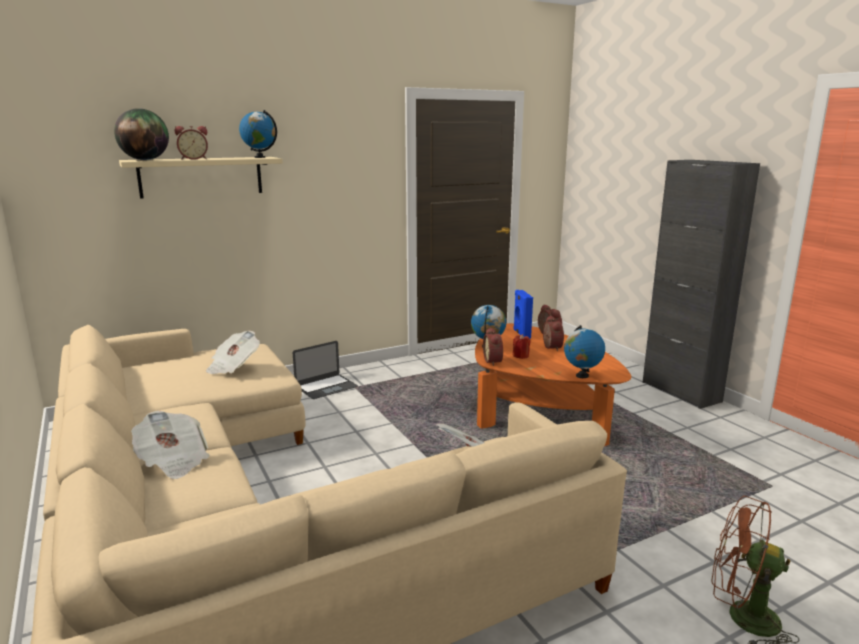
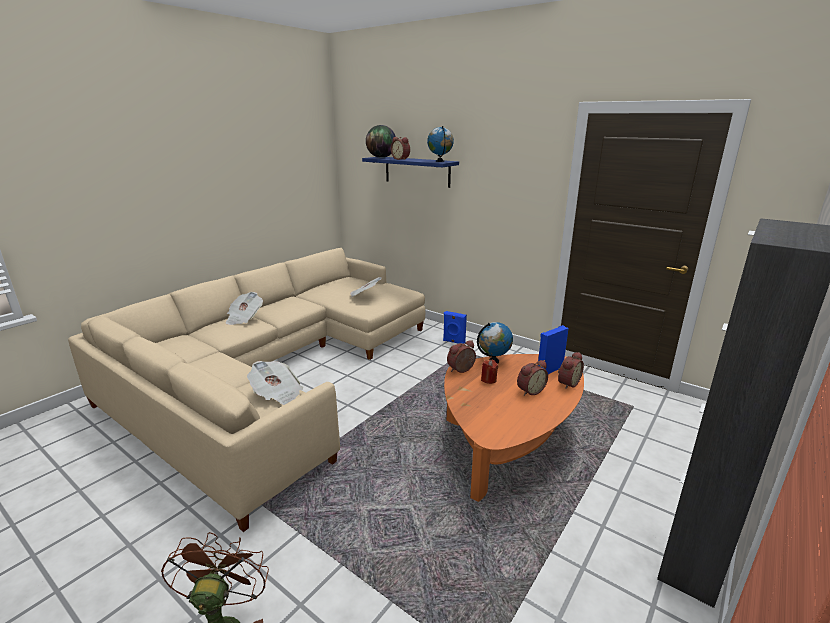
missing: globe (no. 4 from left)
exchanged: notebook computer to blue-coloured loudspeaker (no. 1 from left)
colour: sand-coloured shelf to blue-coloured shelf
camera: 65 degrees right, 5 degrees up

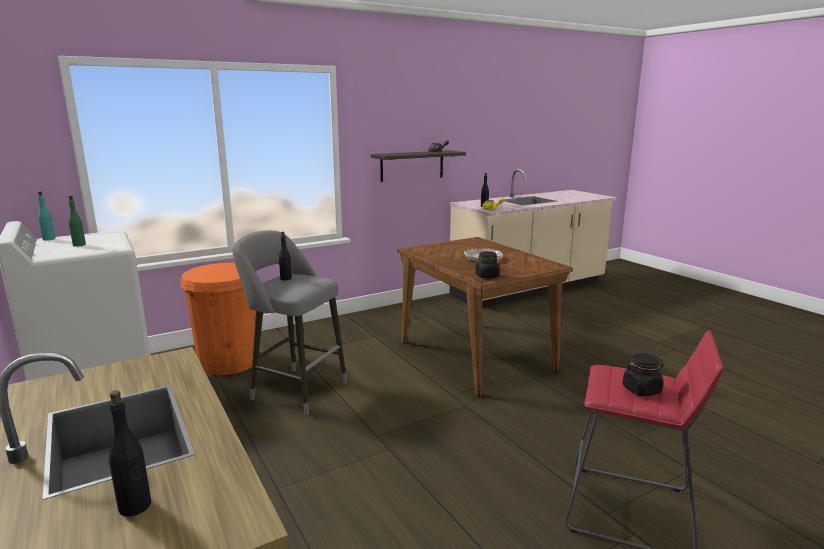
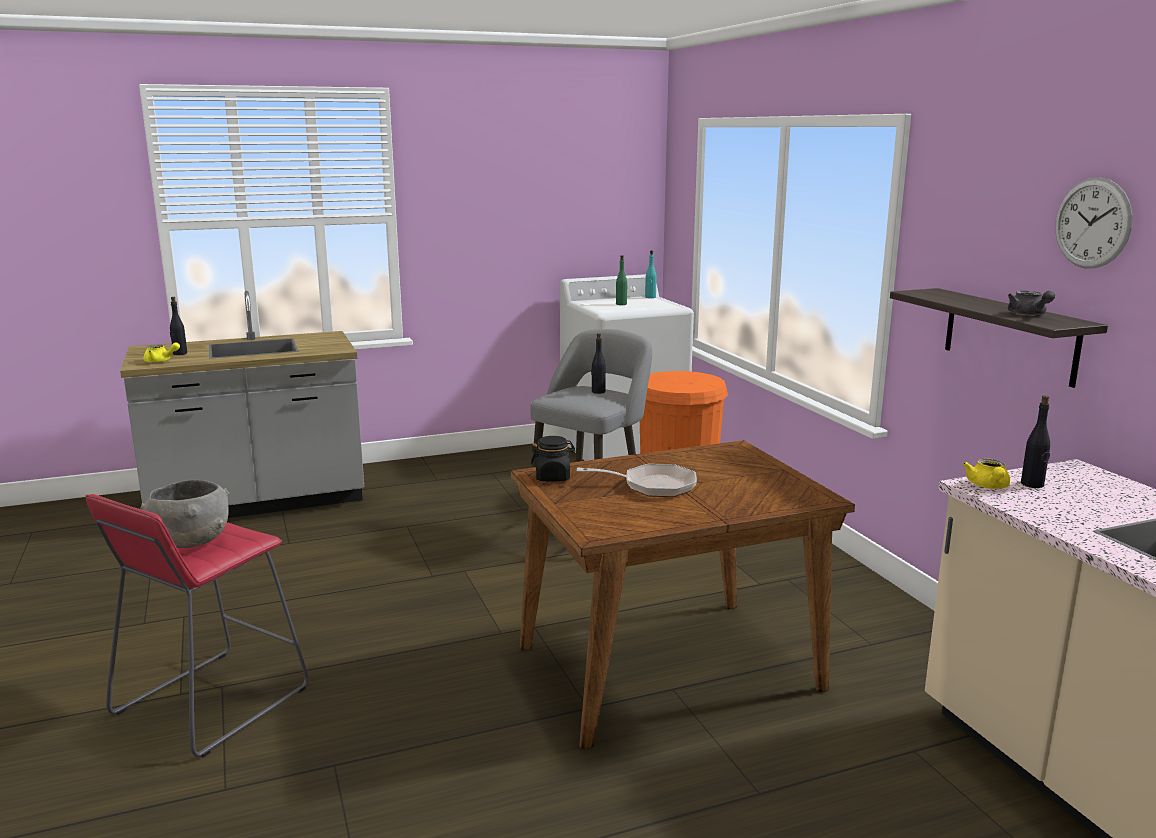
appeared: yellow teapot (no. 1 from left); hanging clock
exchanged: black-coloured preserve jar (no. 2 from left) to grey deep dish
camera: 100 degrees right, 0 degrees up

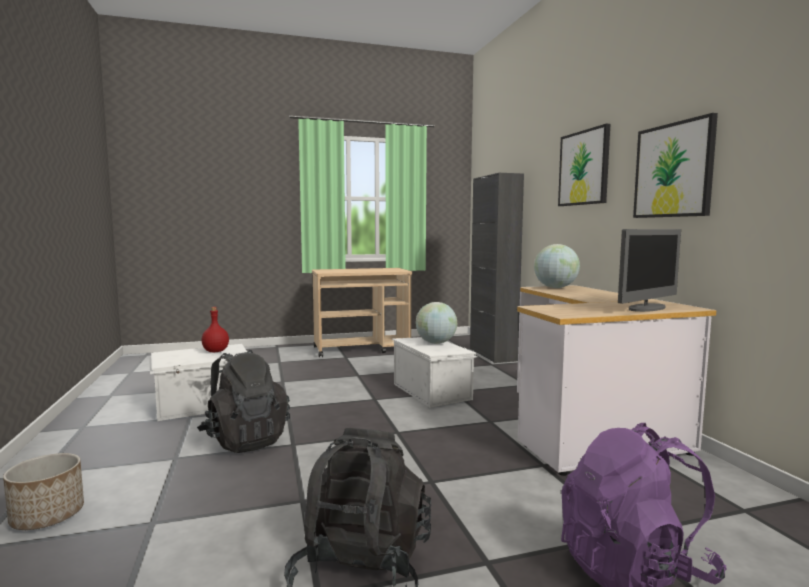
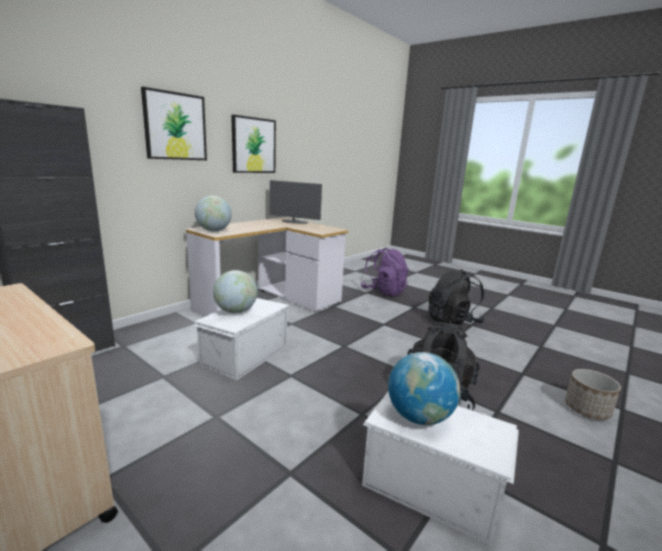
exchanged: red-coloured beverage bottle to globe (no. 3 from left)
camera: 125 degrees left, 10 degrees up

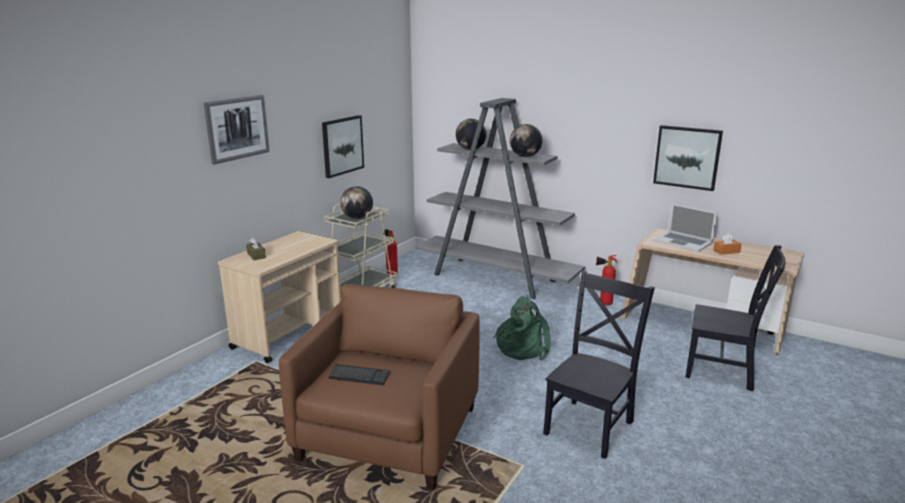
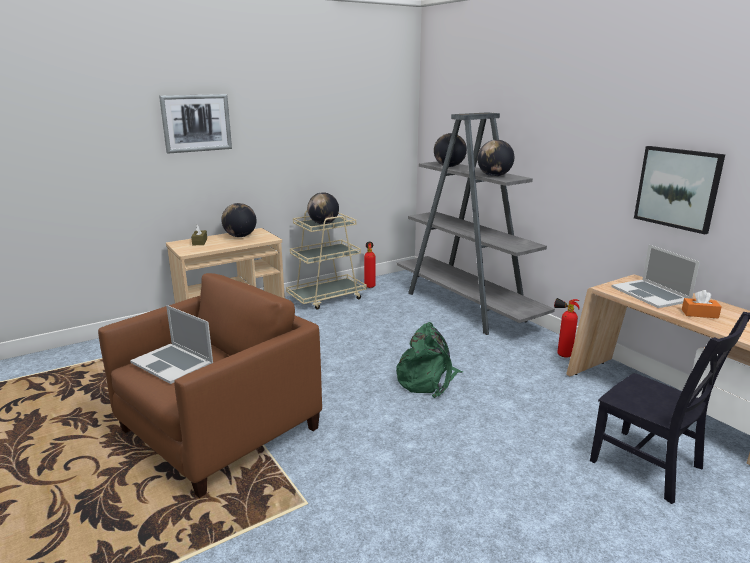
missing: wall art (no. 2 from left); black-coloured plain chair (no. 1 from left)
appeared: globe (no. 1 from left)
exchanged: keyboard to notebook computer (no. 1 from left)
camera: 25 degrees right, 0 degrees up

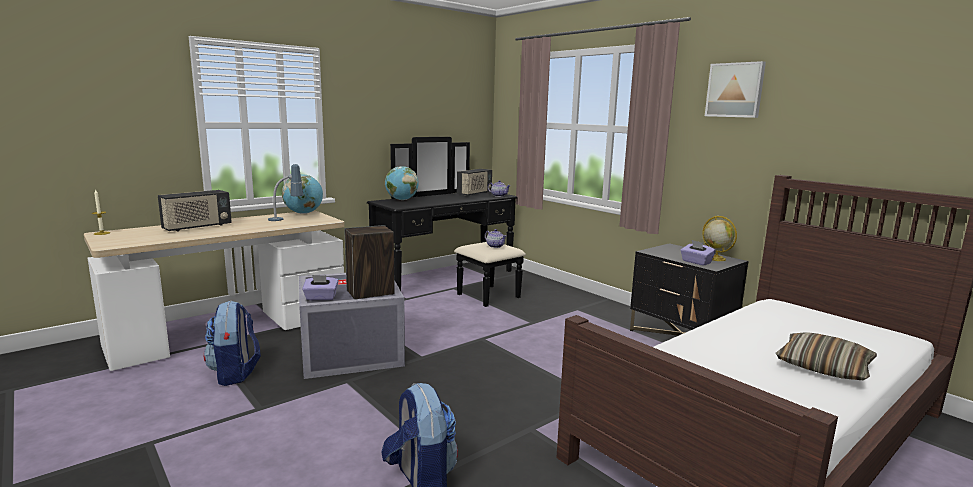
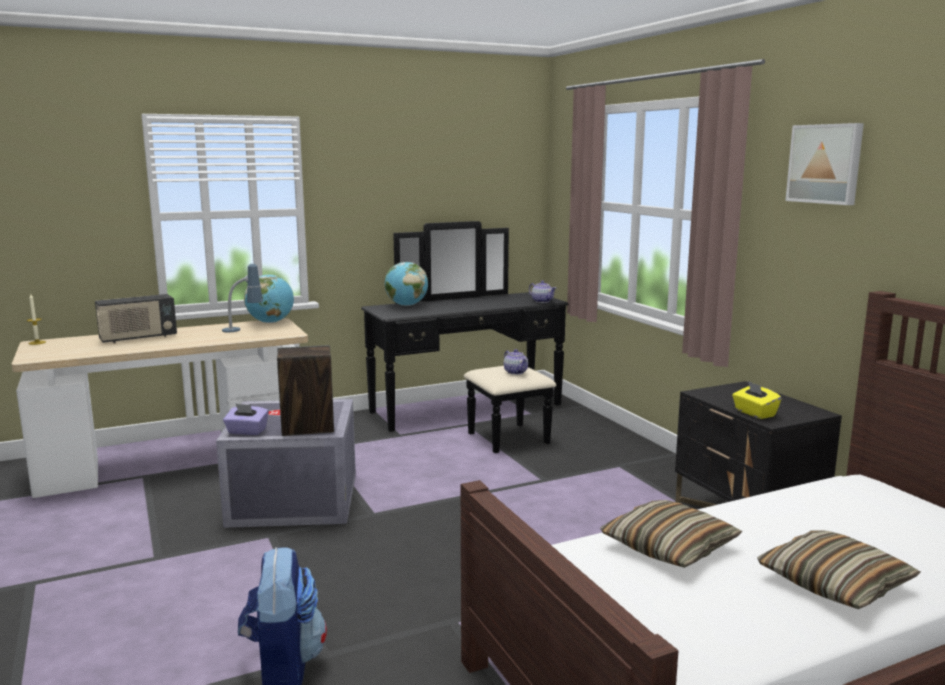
missing: knapsack (no. 1 from left); radio set (no. 2 from left); globe (no. 3 from left)
appeared: pillow (no. 1 from left)
colour: purple-coloured tissue box (no. 2 from left) to yellow tissue box
camera: 15 degrees right, 0 degrees up

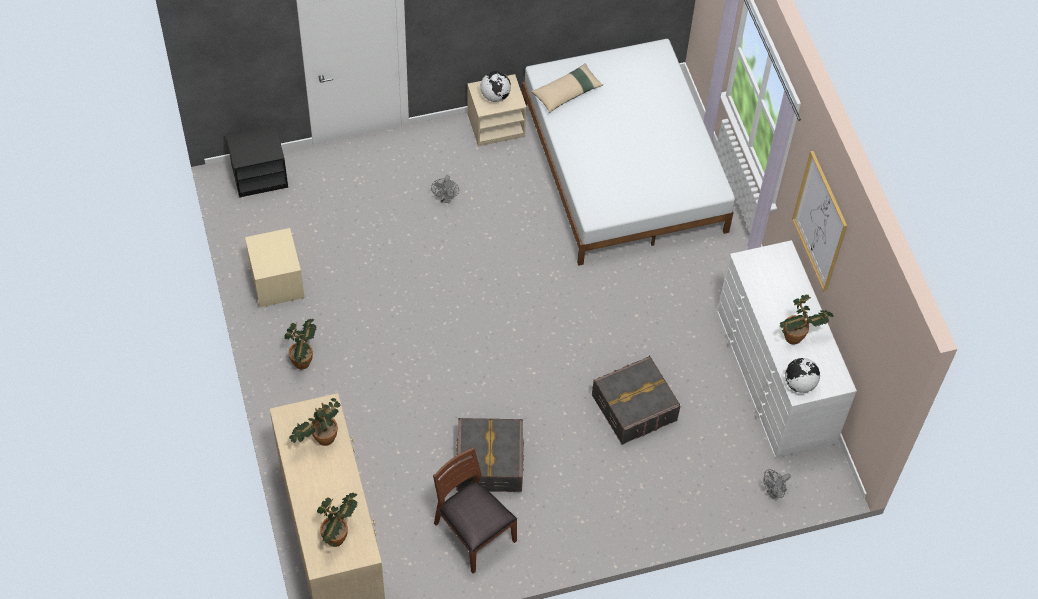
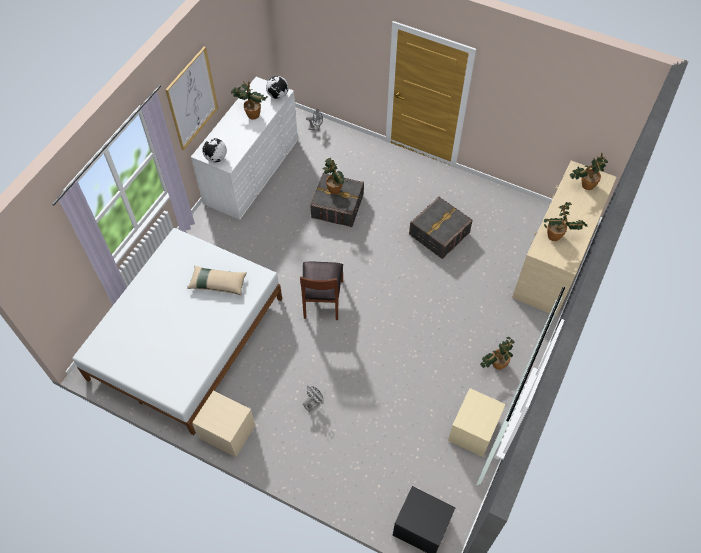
appeared: plant in a pot (no. 2 from left)
relocated: brownish plain chair; globe (no. 1 from left); sand-coloured pillow
camera: 135 degrees left, 0 degrees up

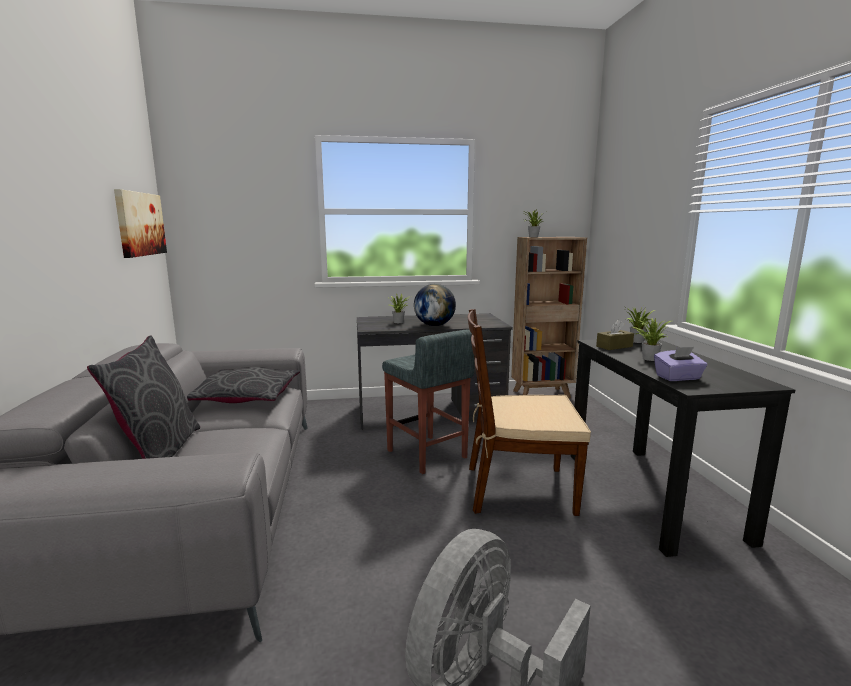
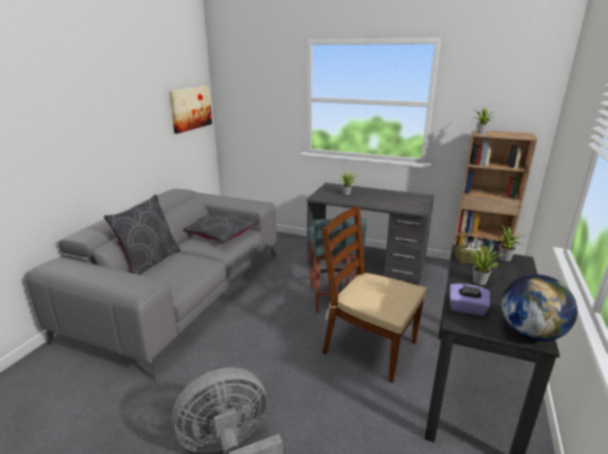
relocated: globe
camera: 30 degrees right, 10 degrees up

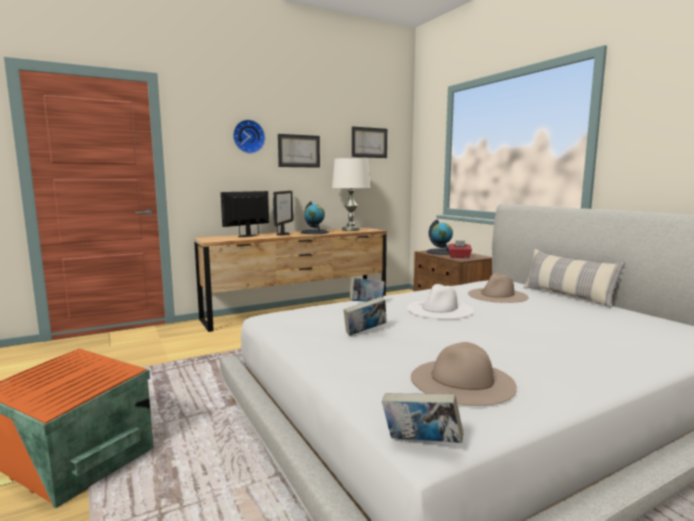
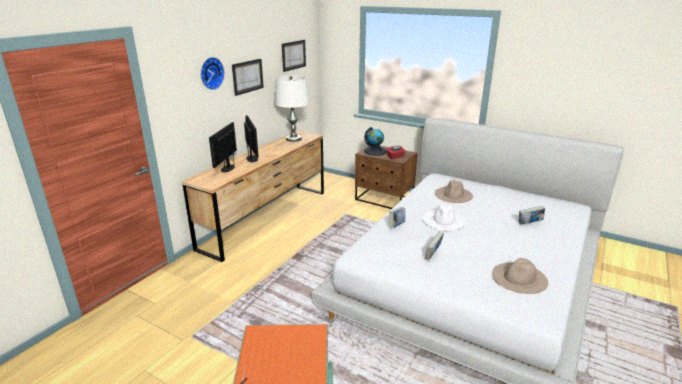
missing: globe (no. 1 from left); pillow
relocated: book (no. 3 from left)
camera: 30 degrees left, 15 degrees up

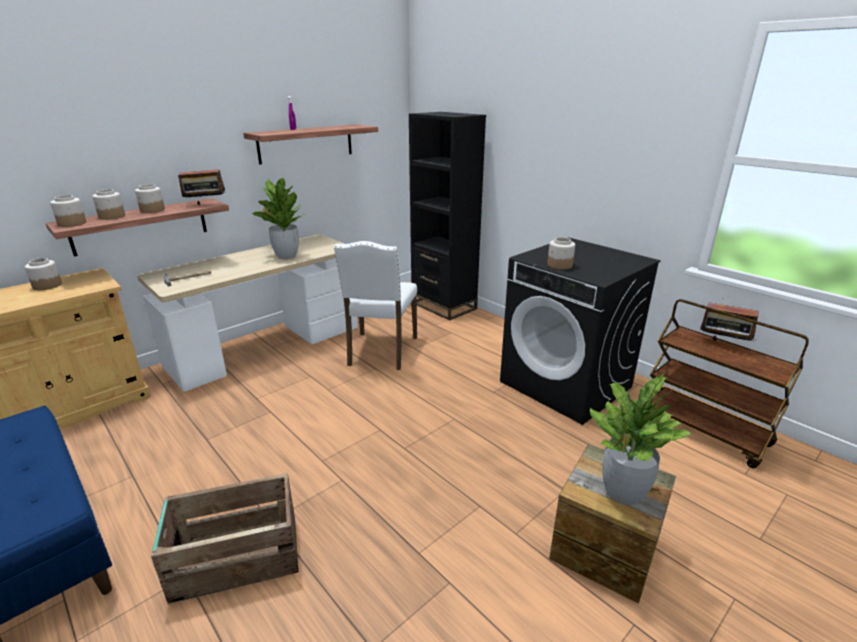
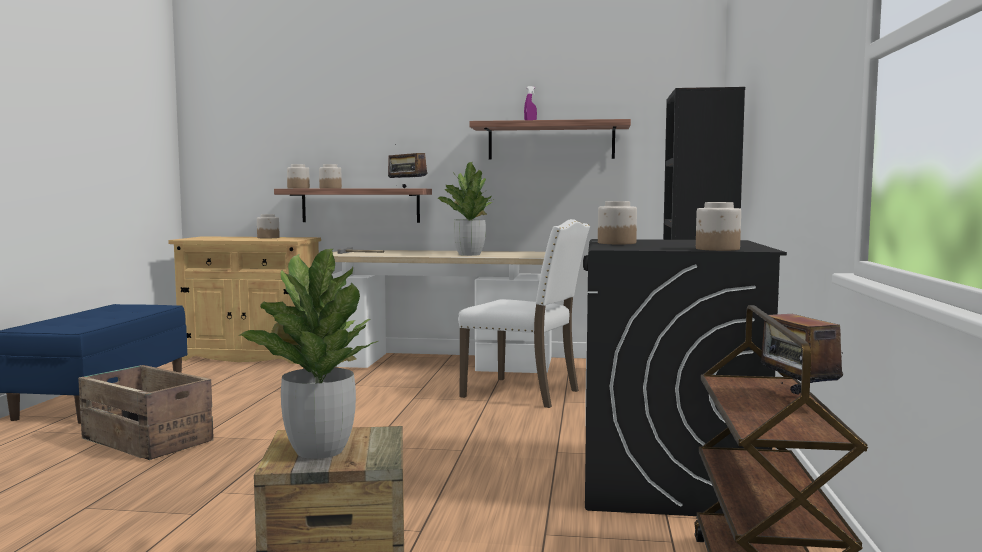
relocated: preserve jar (no. 4 from left in the first image) to preserve jar (no. 5 from left)
spun: white-coloured plain chair 120 degrees counterclockwise
camera: 50 degrees right, 20 degrees down

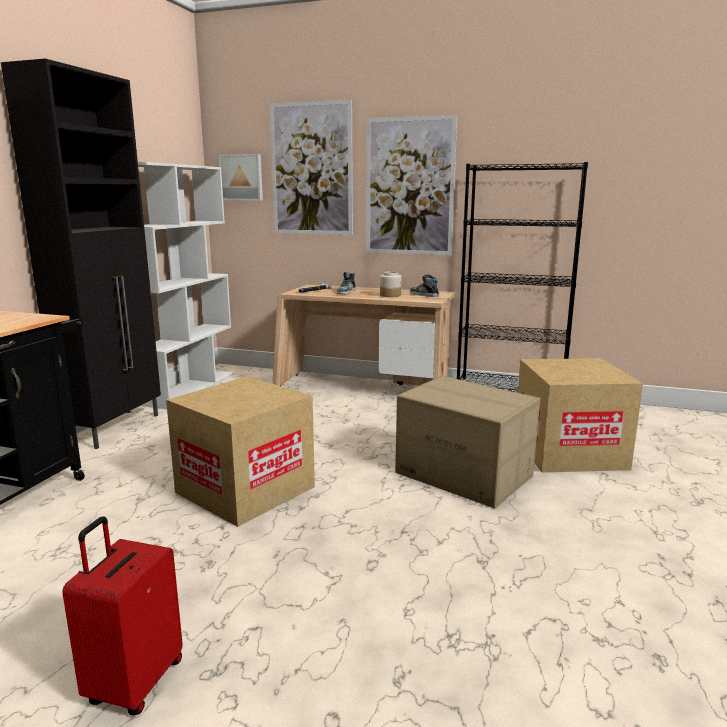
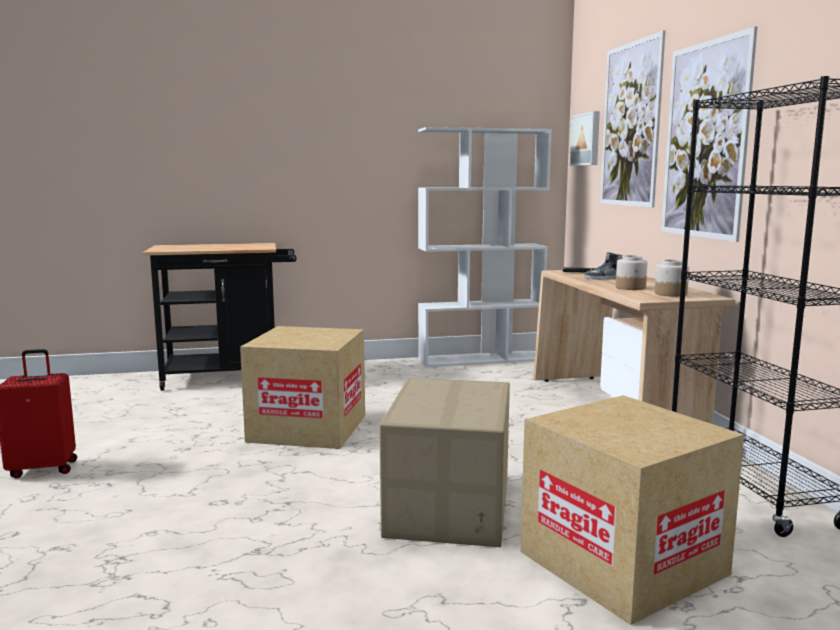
missing: black-coloured cupboard
exchanged: shoe (no. 2 from left) to preserve jar (no. 2 from left)
camera: 60 degrees right, 5 degrees down

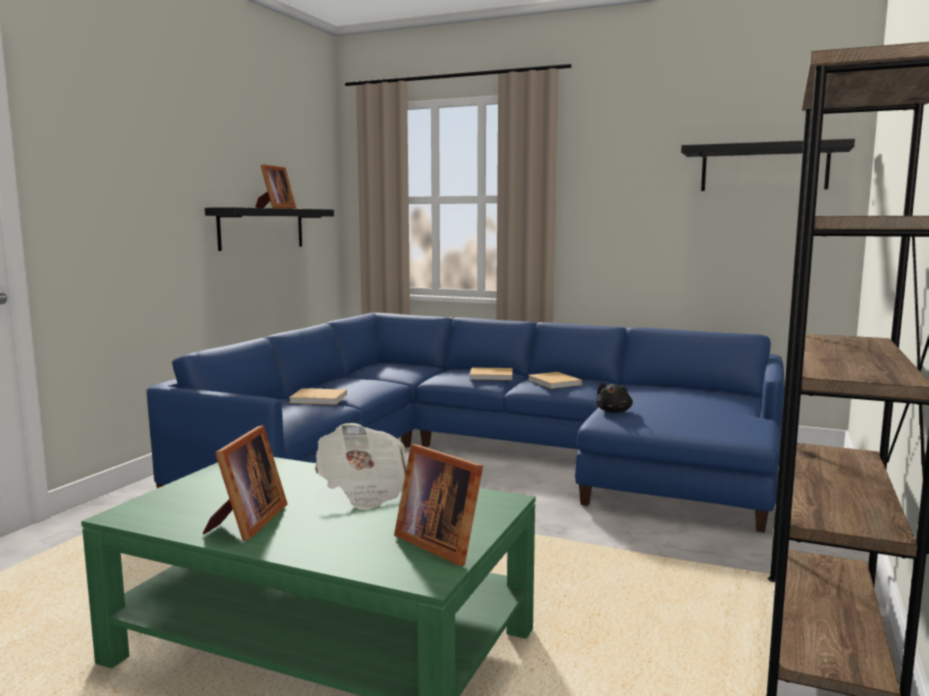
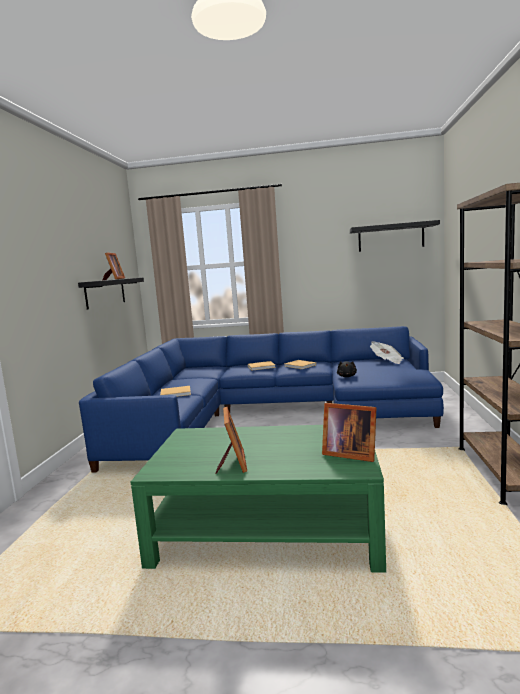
relocated: printed paper
camera: 15 degrees left, 0 degrees up

